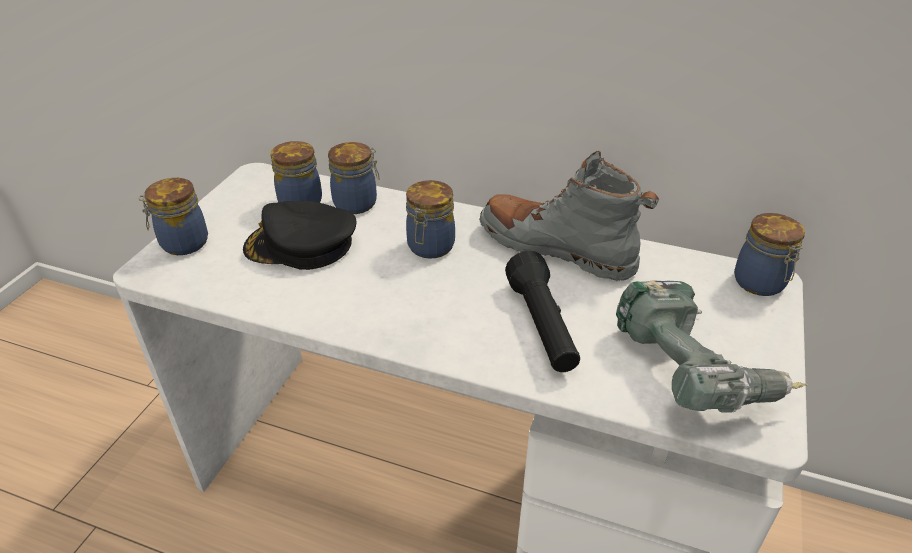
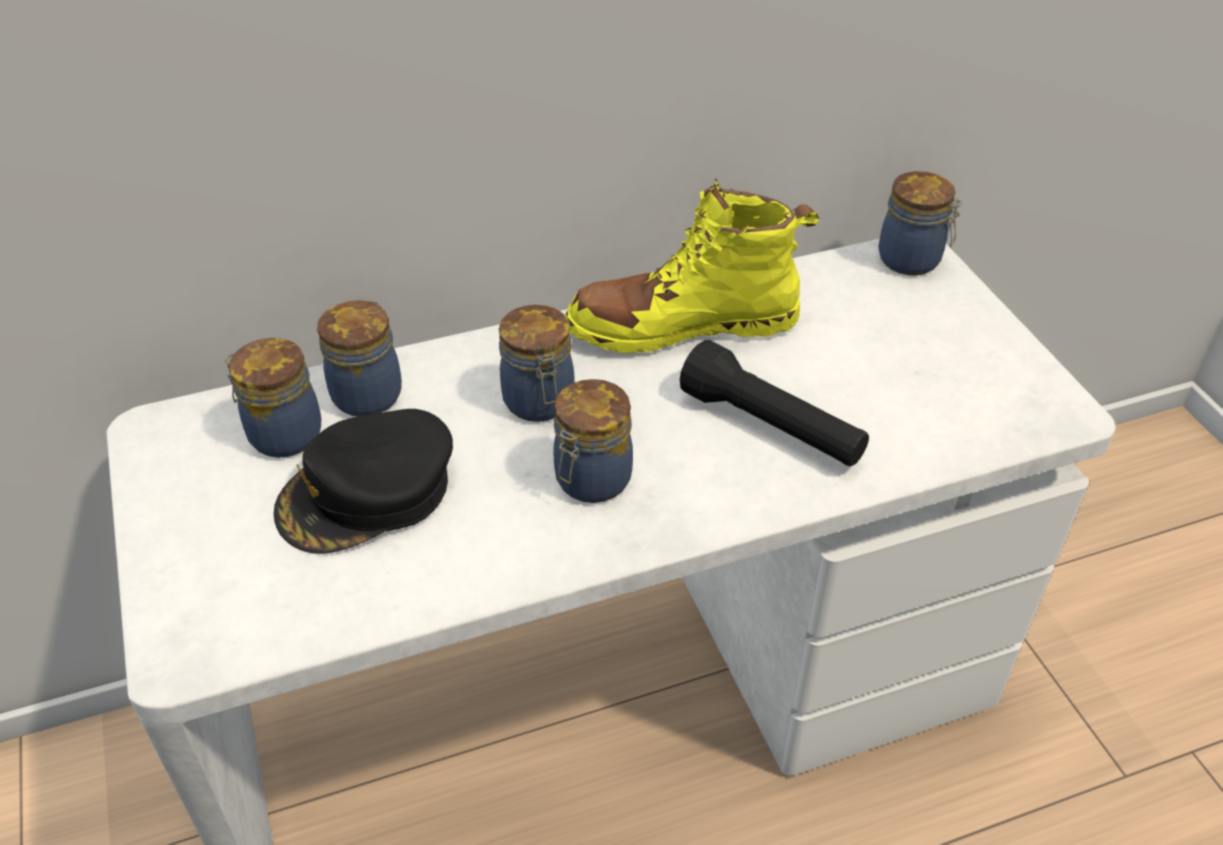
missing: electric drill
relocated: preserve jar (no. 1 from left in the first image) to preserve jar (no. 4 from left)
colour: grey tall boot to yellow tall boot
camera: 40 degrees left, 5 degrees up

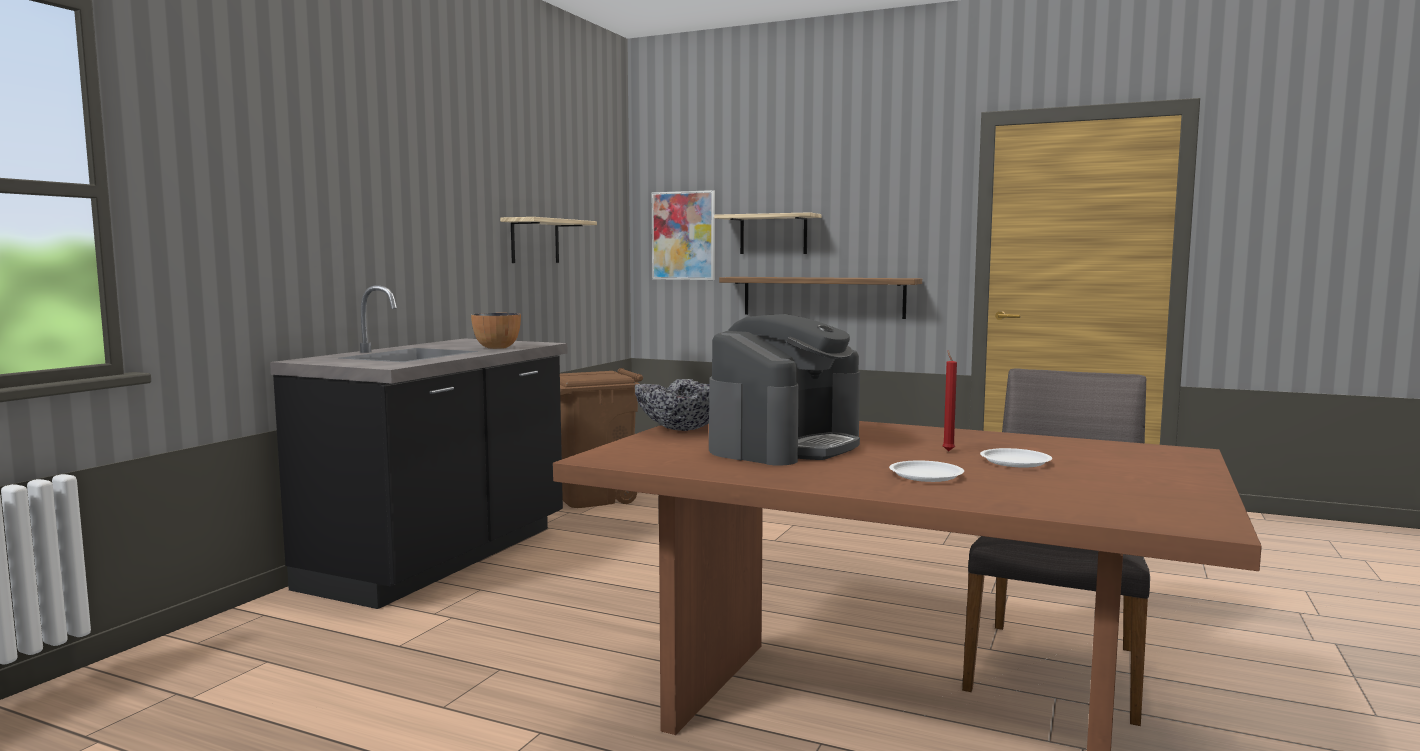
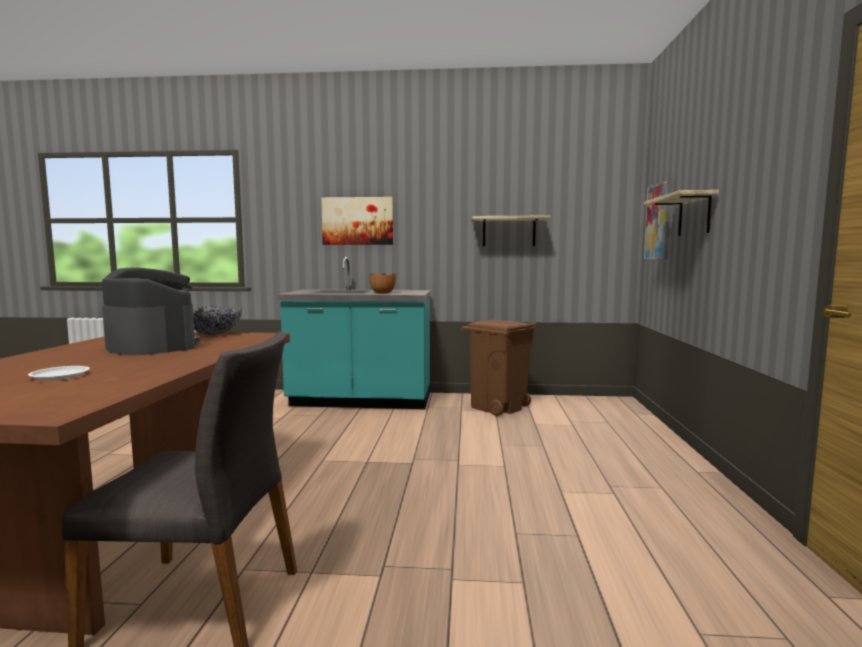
missing: shelf (no. 3 from left); white-coloured dinner plate (no. 1 from left); red-coloured wax light
appeared: wall art (no. 1 from left)
colour: black-coloured counter to blue-green counter
spun: coffee brewer 150 degrees counterclockwise
camera: 70 degrees right, 0 degrees up

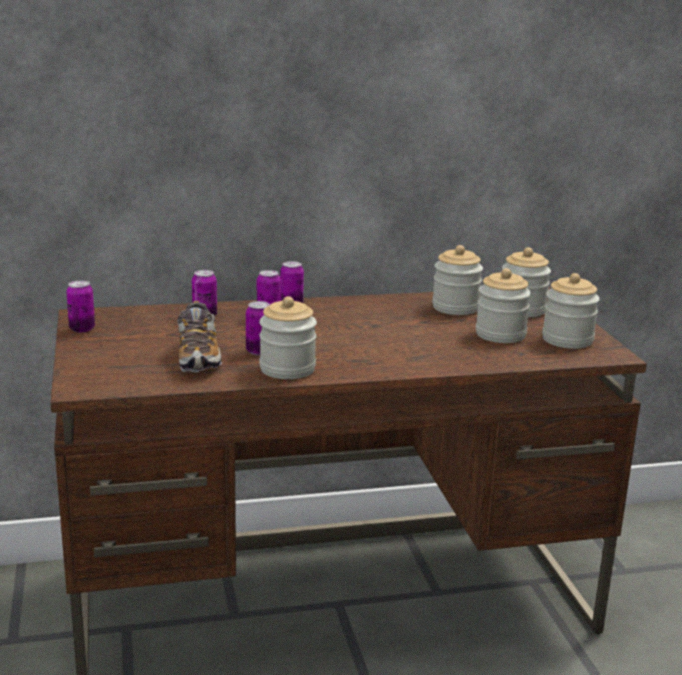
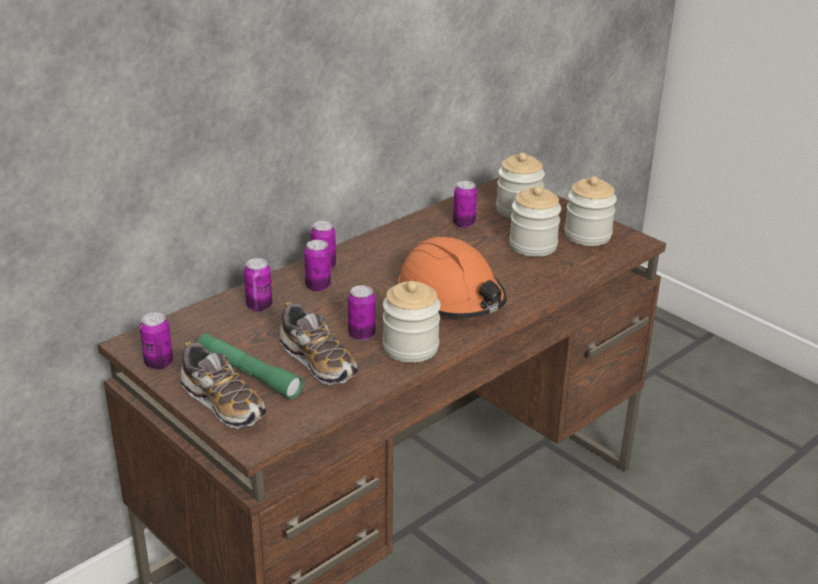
appeared: shoe (no. 1 from left); green torch; orangey hard hat
exchanged: preserve jar (no. 2 from left) to metal can (no. 6 from left)
camera: 30 degrees left, 10 degrees up

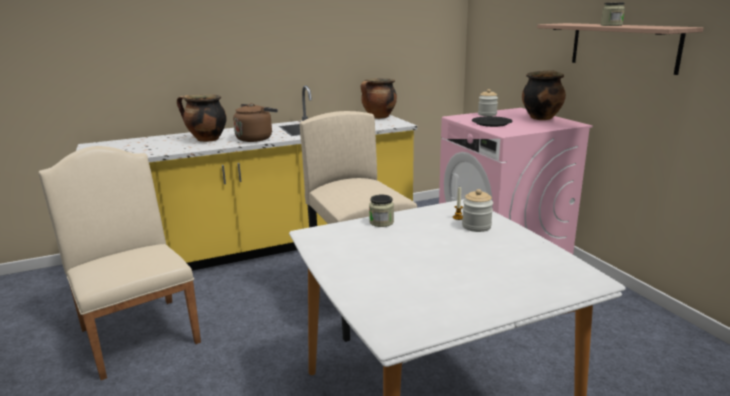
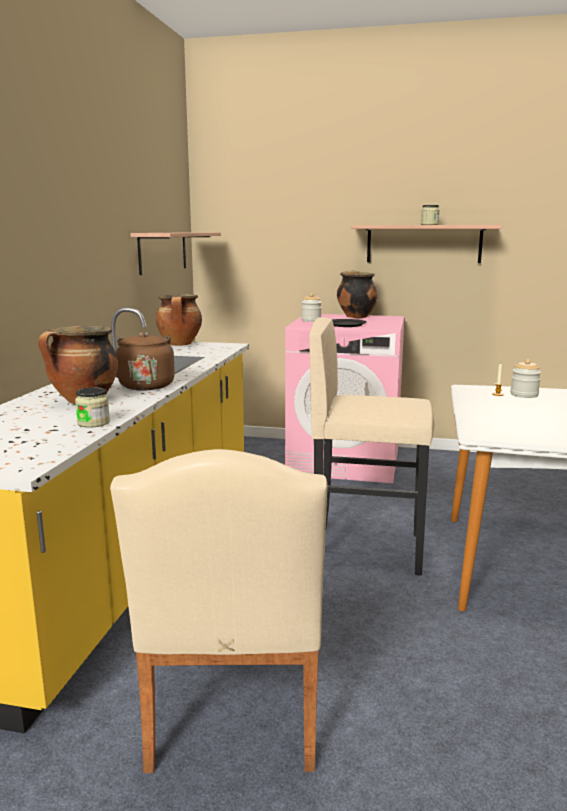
appeared: shelf (no. 1 from left)
relocated: preserve jar (no. 1 from left)
spun: sand-coloured plain chair 90 degrees counterclockwise
camera: 55 degrees left, 5 degrees down

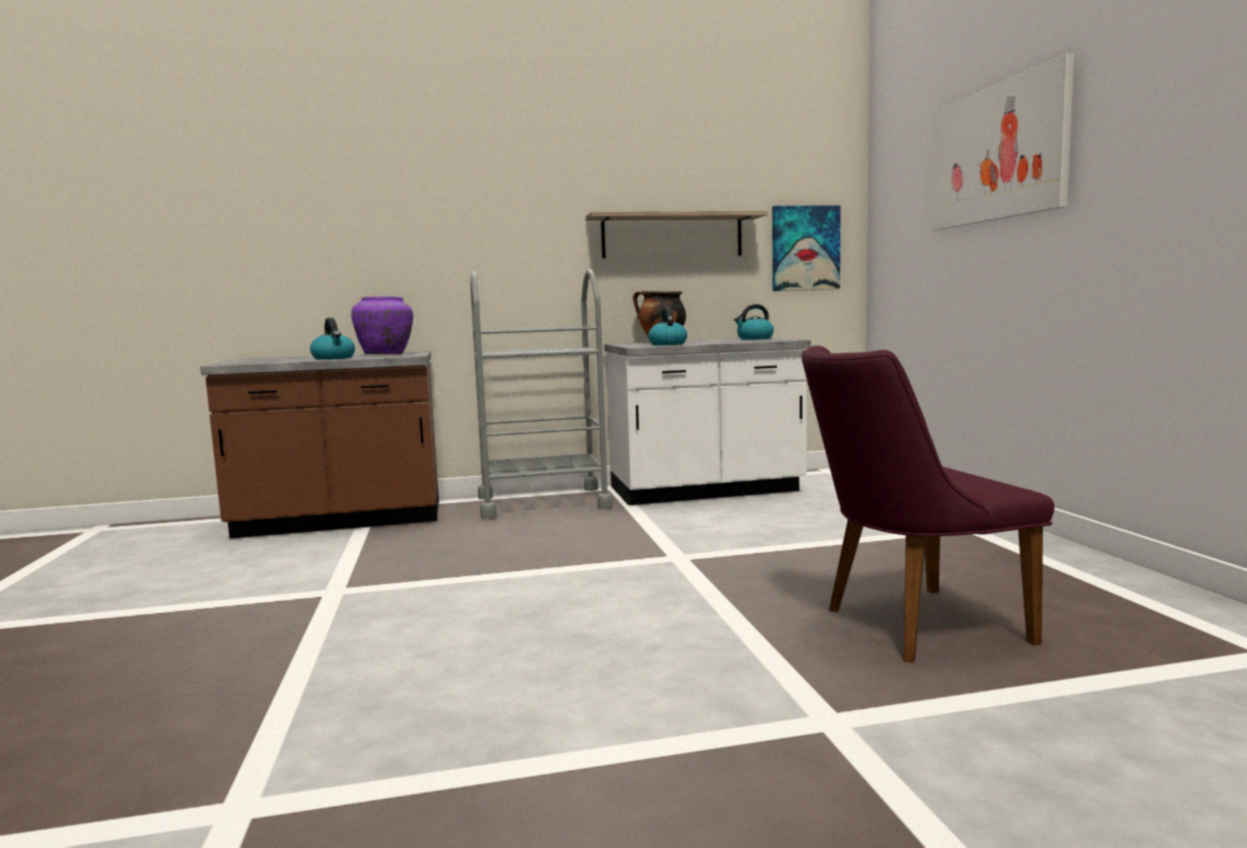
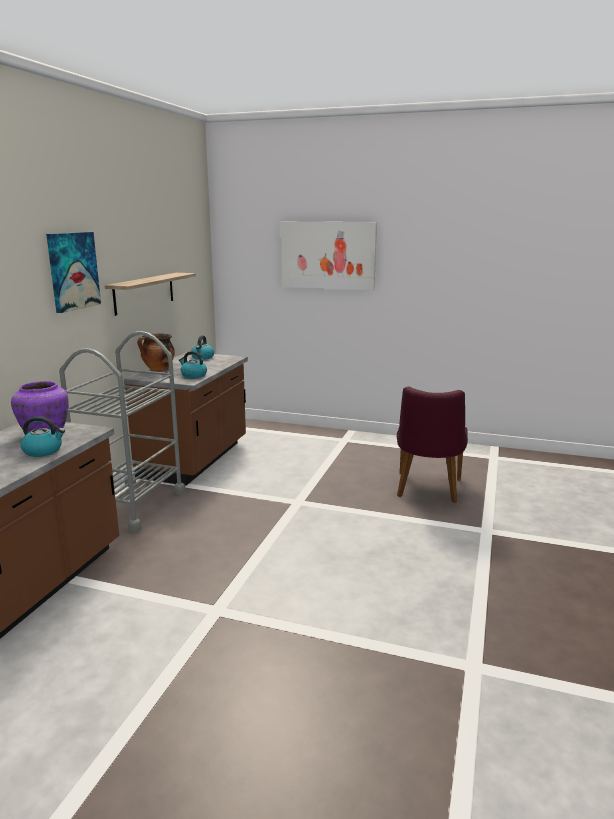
relocated: wall art (no. 1 from left)
colour: white-coloured counter to brownish counter (no. 2 from left)
camera: 60 degrees left, 10 degrees up

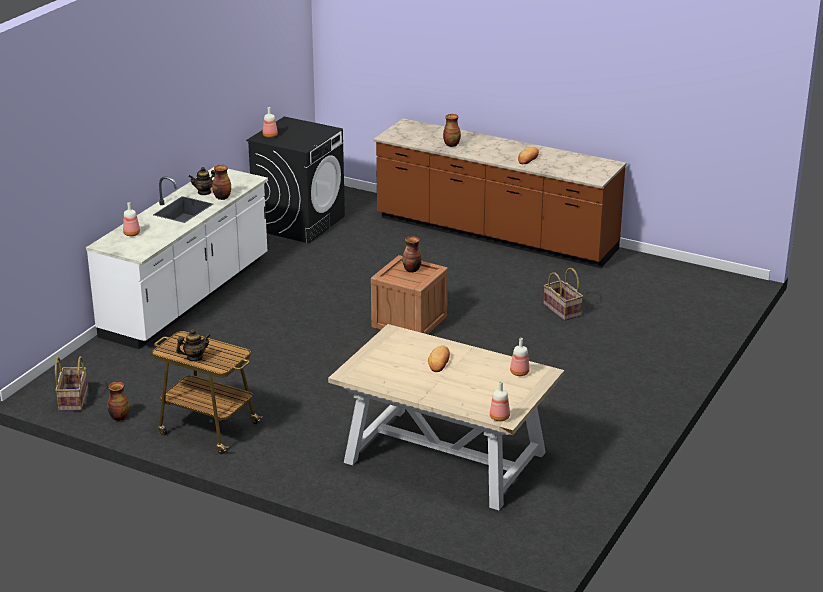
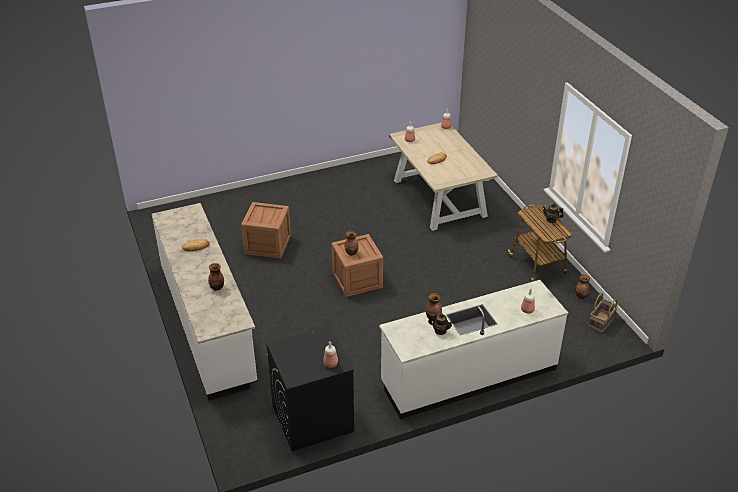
exchanged: storage basket (no. 2 from left) to crate (no. 1 from left)
colour: brownish counter to white-coloured counter (no. 1 from left)
camera: 140 degrees left, 10 degrees up

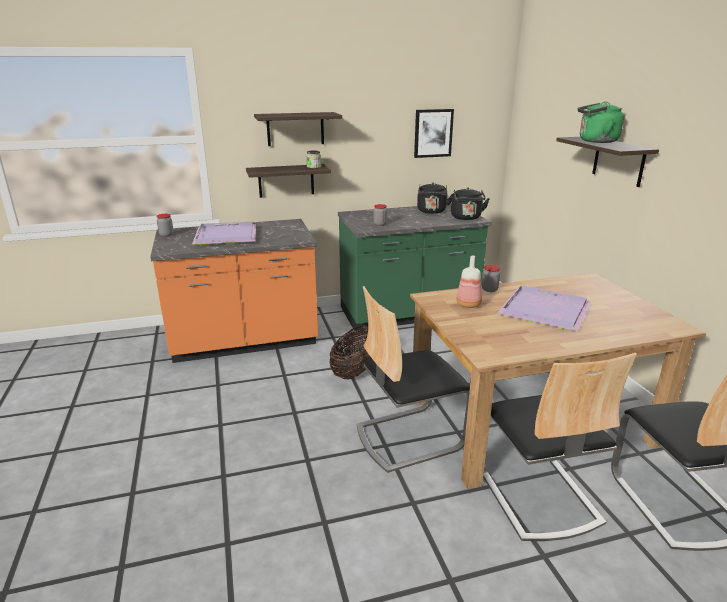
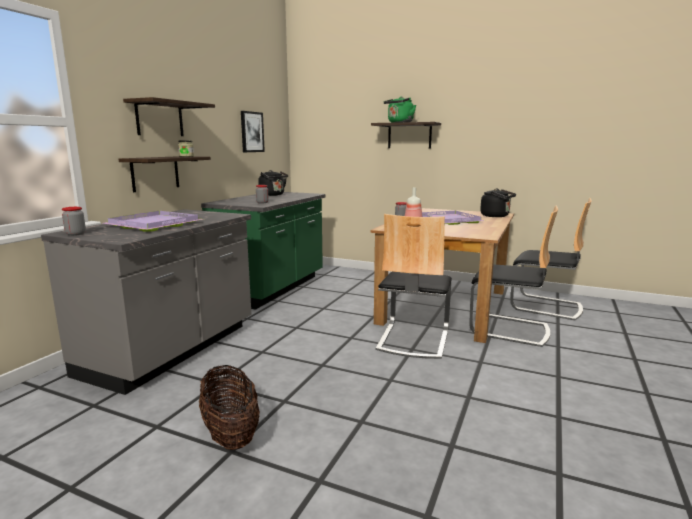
relocated: storage basket; black-coloured kettle (no. 2 from left)
colour: orangey counter to grey counter
camera: 50 degrees left, 10 degrees down

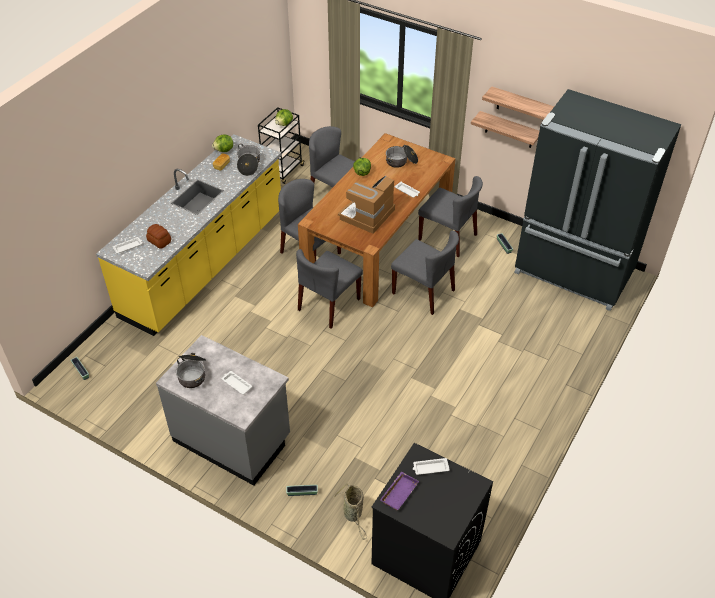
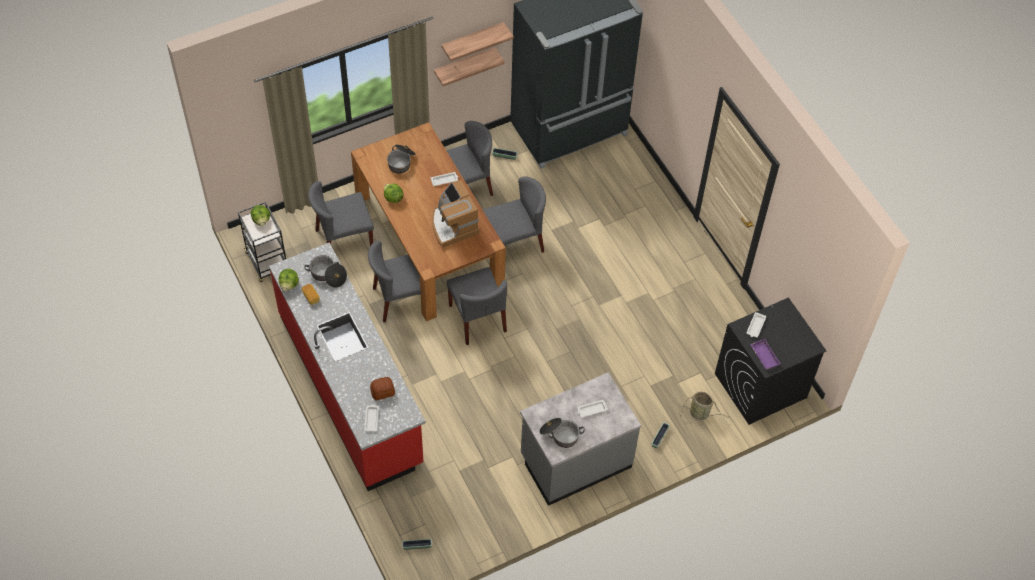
colour: yellow counter to red-coloured counter
camera: 60 degrees left, 10 degrees up

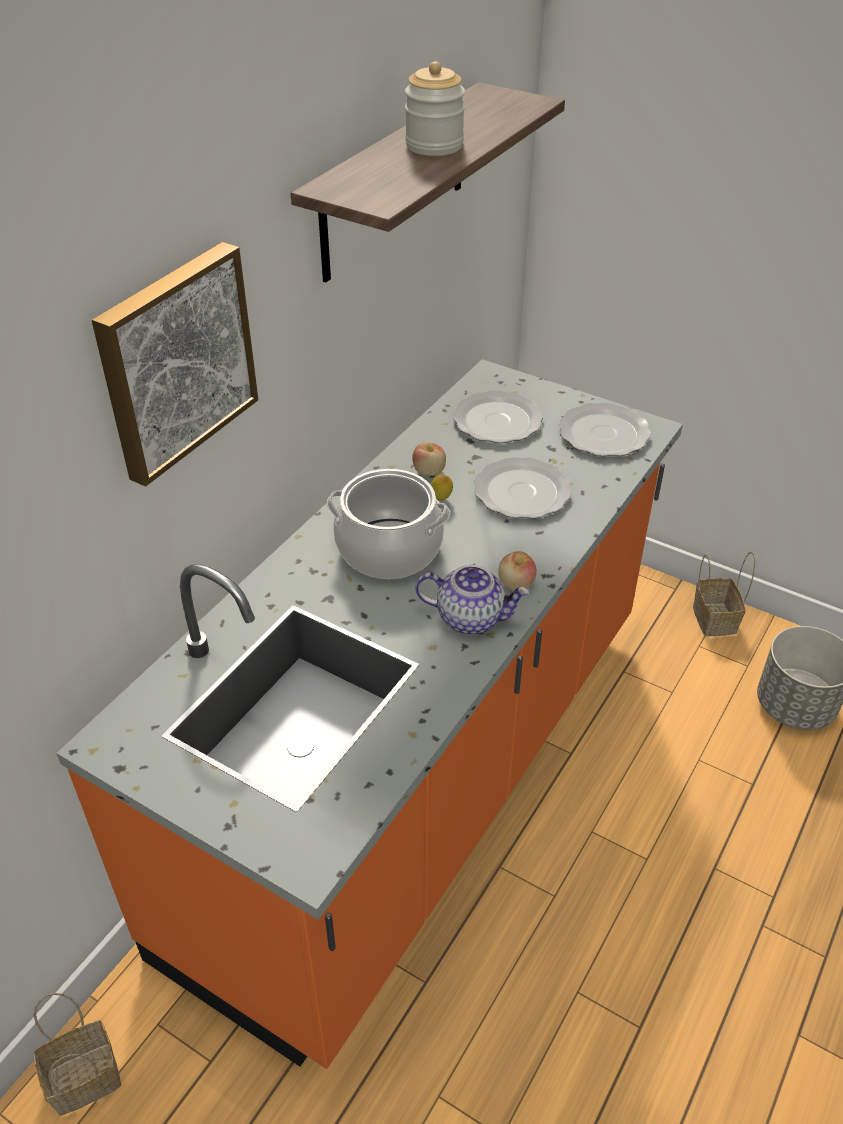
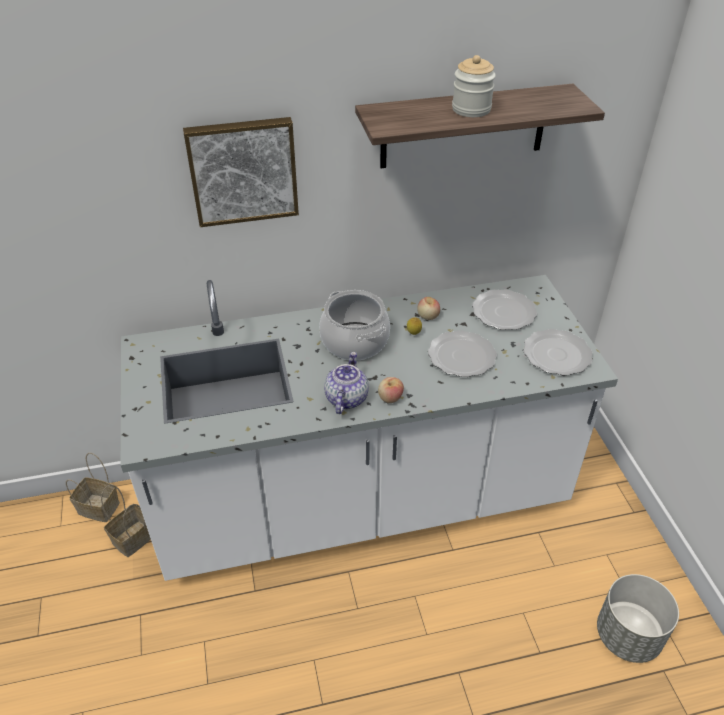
relocated: storage basket (no. 2 from left)
colour: orangey counter to white-coloured counter
spun: teapot 135 degrees counterclockwise
camera: 45 degrees right, 0 degrees up

